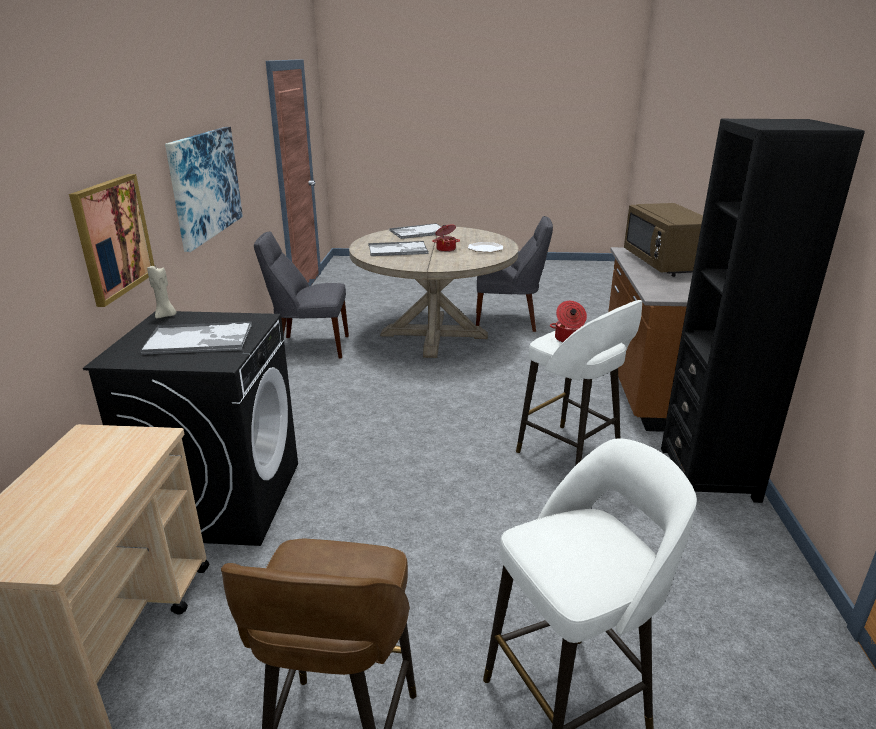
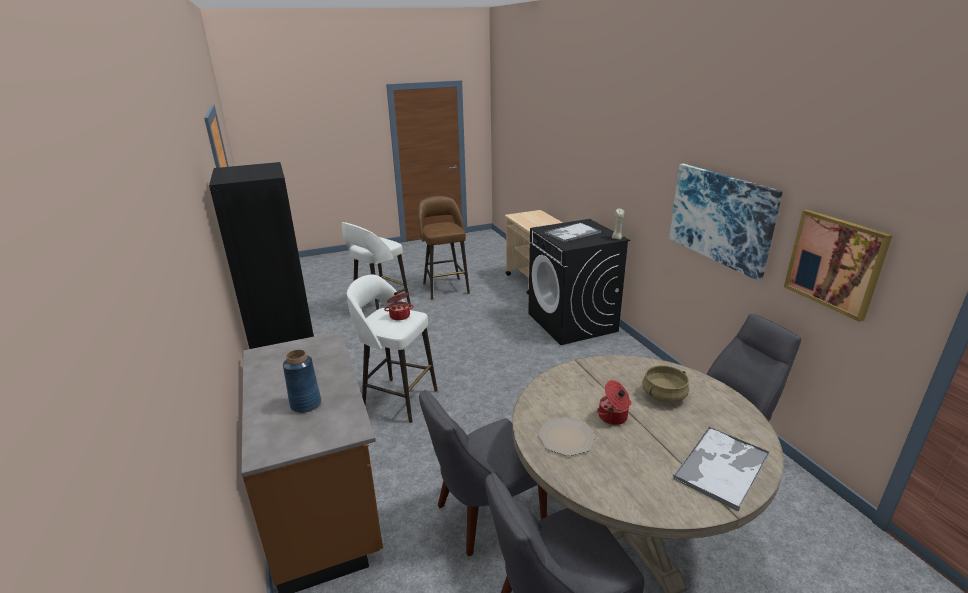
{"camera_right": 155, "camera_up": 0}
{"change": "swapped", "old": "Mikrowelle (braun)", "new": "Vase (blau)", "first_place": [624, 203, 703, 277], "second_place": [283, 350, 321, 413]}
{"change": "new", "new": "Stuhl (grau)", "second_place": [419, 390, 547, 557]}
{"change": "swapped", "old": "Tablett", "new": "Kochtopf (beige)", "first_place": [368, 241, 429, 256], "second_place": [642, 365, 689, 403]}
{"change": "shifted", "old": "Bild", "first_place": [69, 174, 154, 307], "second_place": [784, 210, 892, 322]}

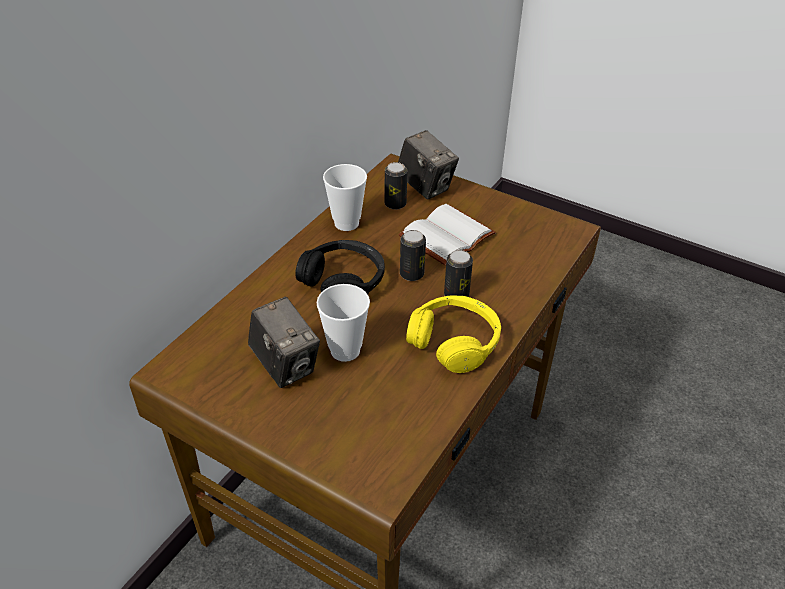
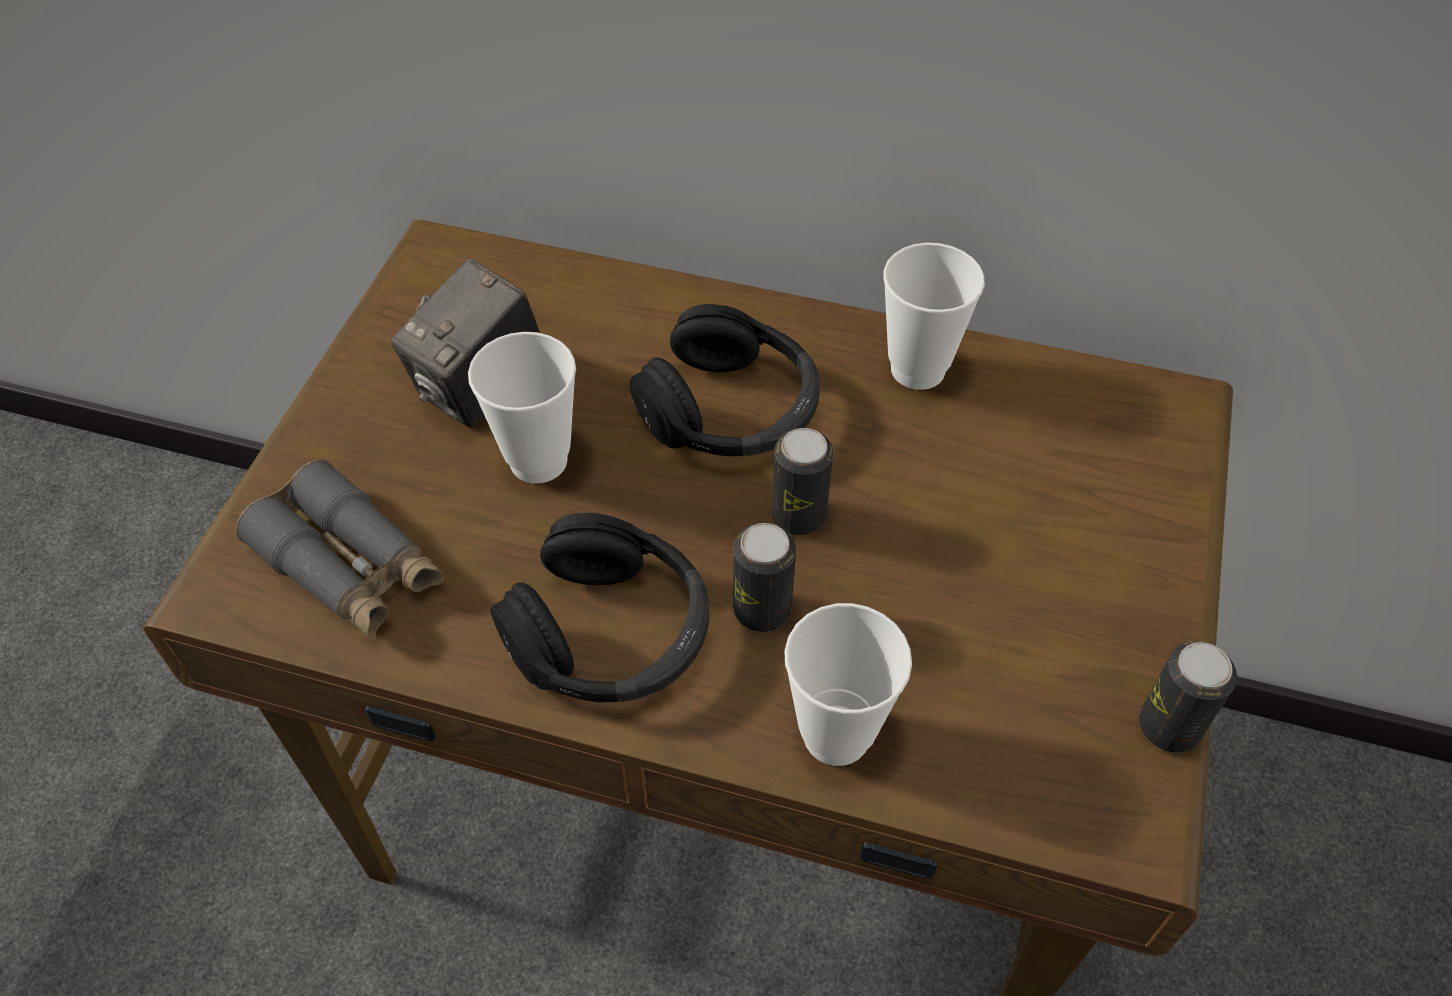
{"camera_right": 75, "camera_up": 10}
{"change": "new", "new": "Fernglas (grau)", "second_place": [236, 460, 444, 639]}
{"change": "repainted", "old": "Kopfhörer (gelb)", "new": "Kopfhörer (schwarz)", "first_place": [406, 295, 501, 373], "second_place": [490, 513, 709, 702]}
{"change": "new", "new": "Tasse", "second_place": [784, 603, 912, 766]}
{"change": "shifted", "old": "Dose", "first_place": [385, 162, 408, 210], "second_place": [1139, 641, 1237, 753]}
{"change": "gone", "old": "Kamera", "first_place": [398, 130, 459, 199]}
{"change": "gone", "old": "Buch (weiß)", "first_place": [399, 204, 496, 266]}

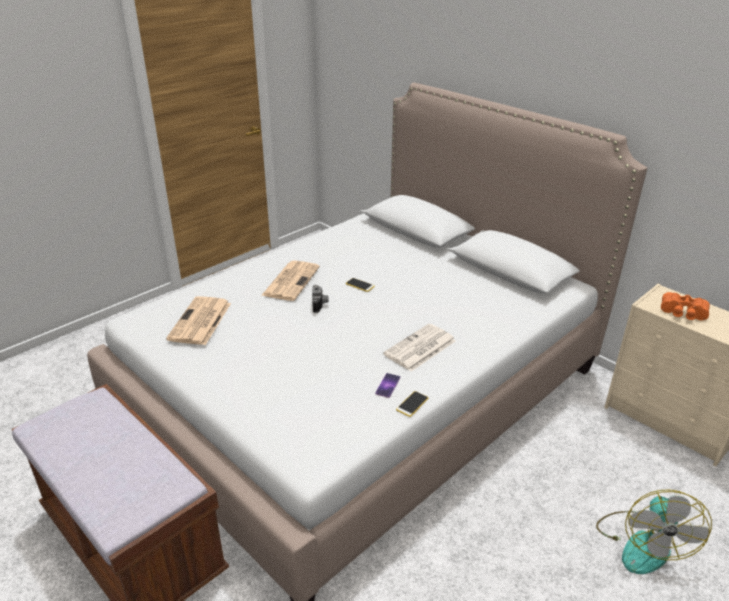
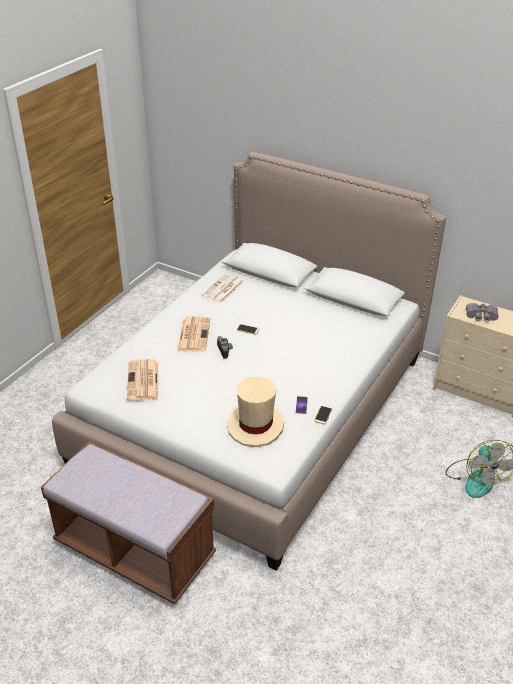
{"camera_right": -15, "camera_up": 5}
{"change": "shifted", "old": "Zeitung", "first_place": [383, 324, 456, 372], "second_place": [202, 274, 244, 303]}
{"change": "new", "new": "Hut (beige)", "second_place": [228, 377, 284, 447]}
{"change": "repainted", "old": "Fernglas (orange)", "new": "Fernglas (grau)", "first_place": [661, 292, 710, 320], "second_place": [466, 303, 499, 322]}

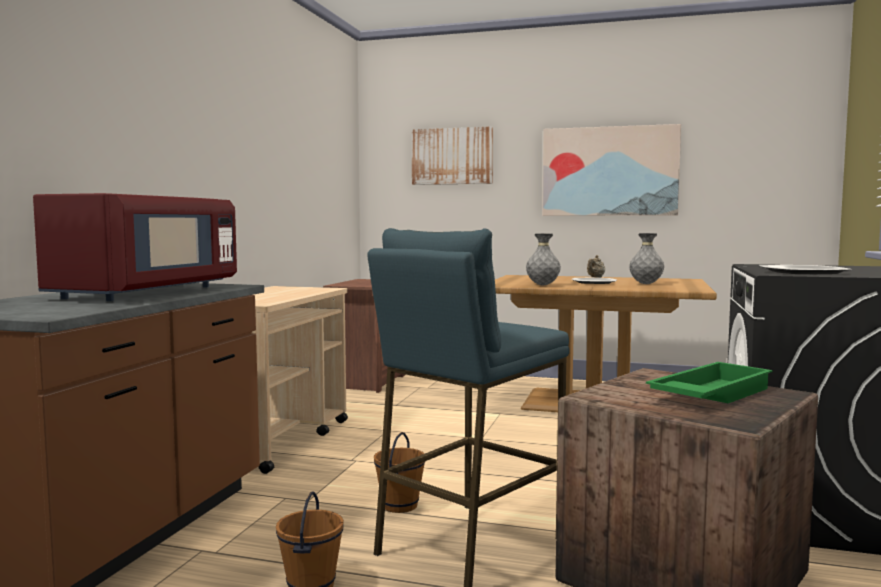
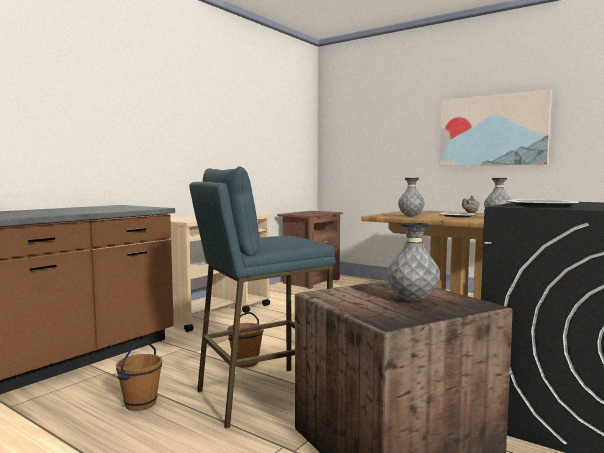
{"camera_right": 20, "camera_up": 0}
{"change": "swapped", "old": "Tablett (grün)", "new": "Vase (grau)", "first_place": [646, 362, 773, 403], "second_place": [387, 223, 440, 301]}
{"change": "gone", "old": "Mikrowelle (rot)", "first_place": [33, 193, 237, 301]}
{"change": "gone", "old": "Bild", "first_place": [412, 126, 493, 185]}

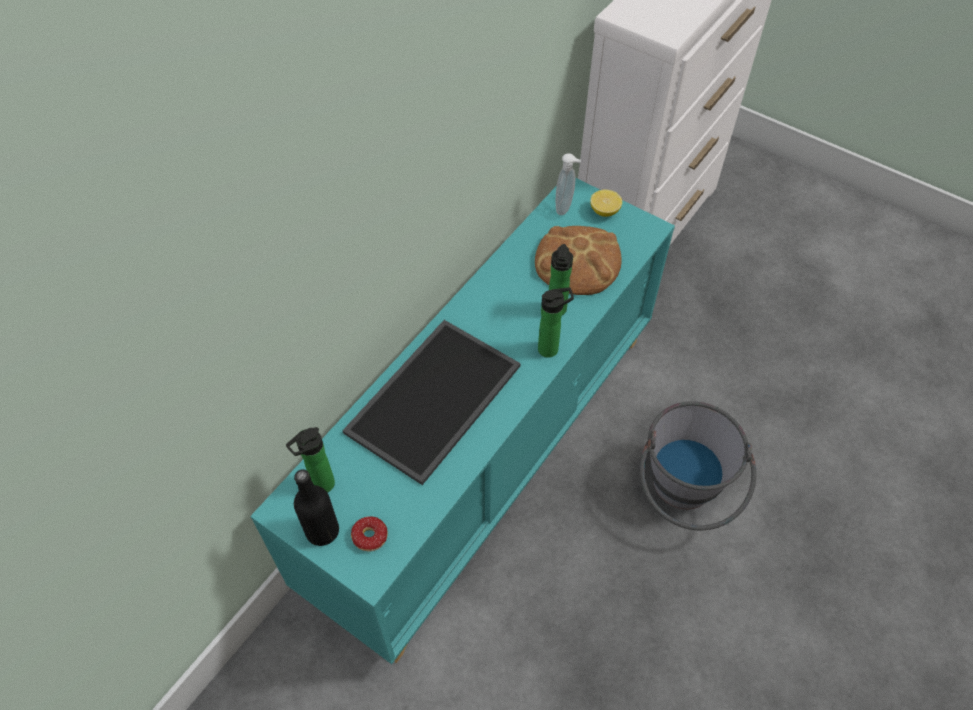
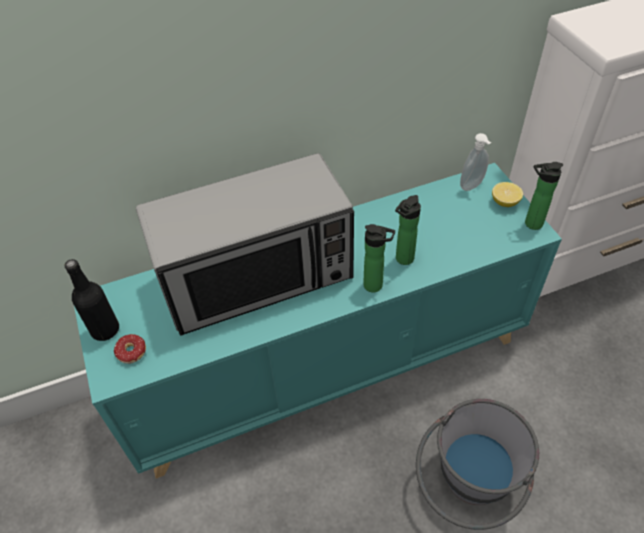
{"camera_right": 35, "camera_up": -5}
{"change": "swapped", "old": "Tablett", "new": "Mikrowelle", "first_place": [342, 320, 521, 485], "second_place": [136, 153, 354, 335]}
{"change": "shifted", "old": "Flasche", "first_place": [286, 427, 335, 493], "second_place": [525, 162, 563, 230]}
{"change": "gone", "old": "Brot", "first_place": [535, 226, 622, 295]}

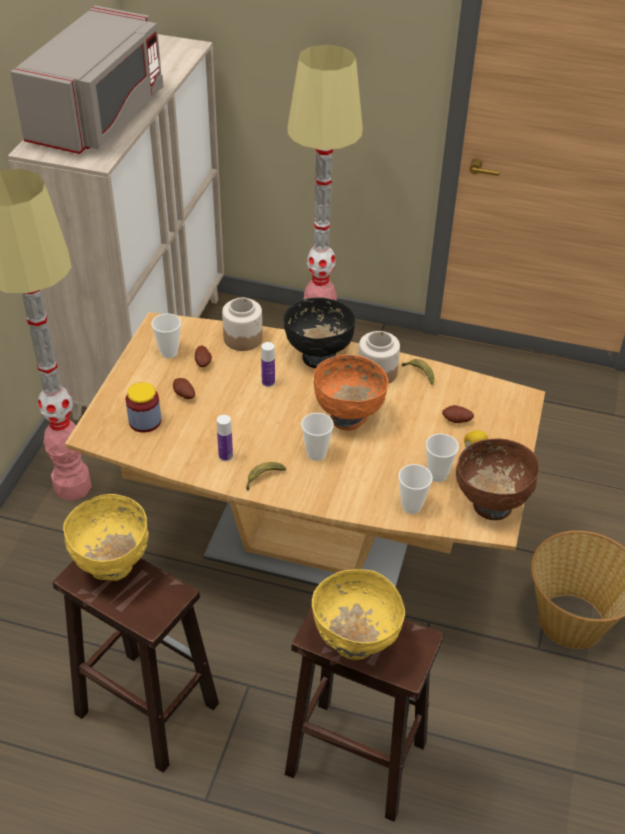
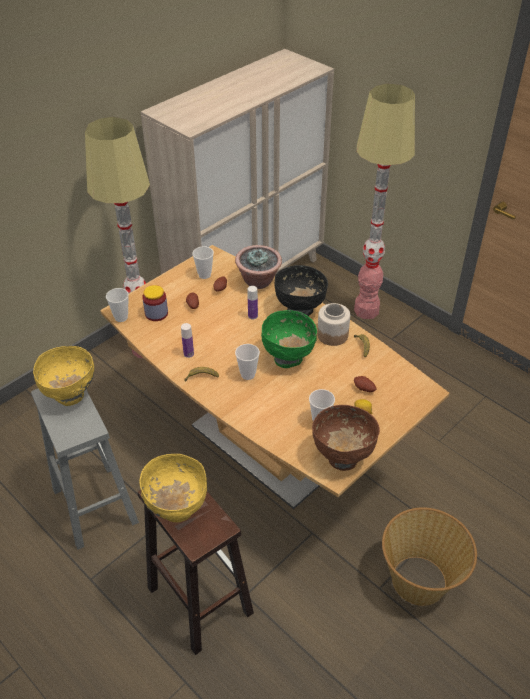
{"camera_right": 30, "camera_up": 0}
{"change": "repainted", "old": "Hocker (braun)", "new": "Hocker (grau)", "first_place": [53, 558, 219, 773], "second_place": [31, 389, 139, 550]}
{"change": "shifted", "old": "Tasse", "first_place": [398, 464, 433, 514], "second_place": [106, 288, 129, 322]}
{"change": "swapped", "old": "Vorratsglas", "new": "Topfpflanze", "first_place": [222, 298, 263, 351], "second_place": [235, 245, 282, 289]}
{"change": "repainted", "old": "Schüssel (orange)", "new": "Schüssel (grün)", "first_place": [313, 355, 389, 431], "second_place": [261, 310, 317, 368]}
{"change": "gone", "old": "Mikrowelle (grau)", "first_place": [11, 6, 164, 154]}

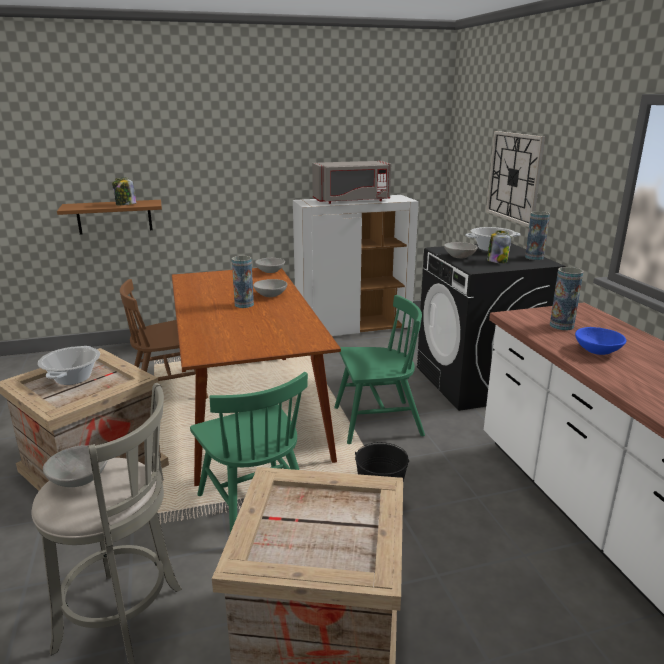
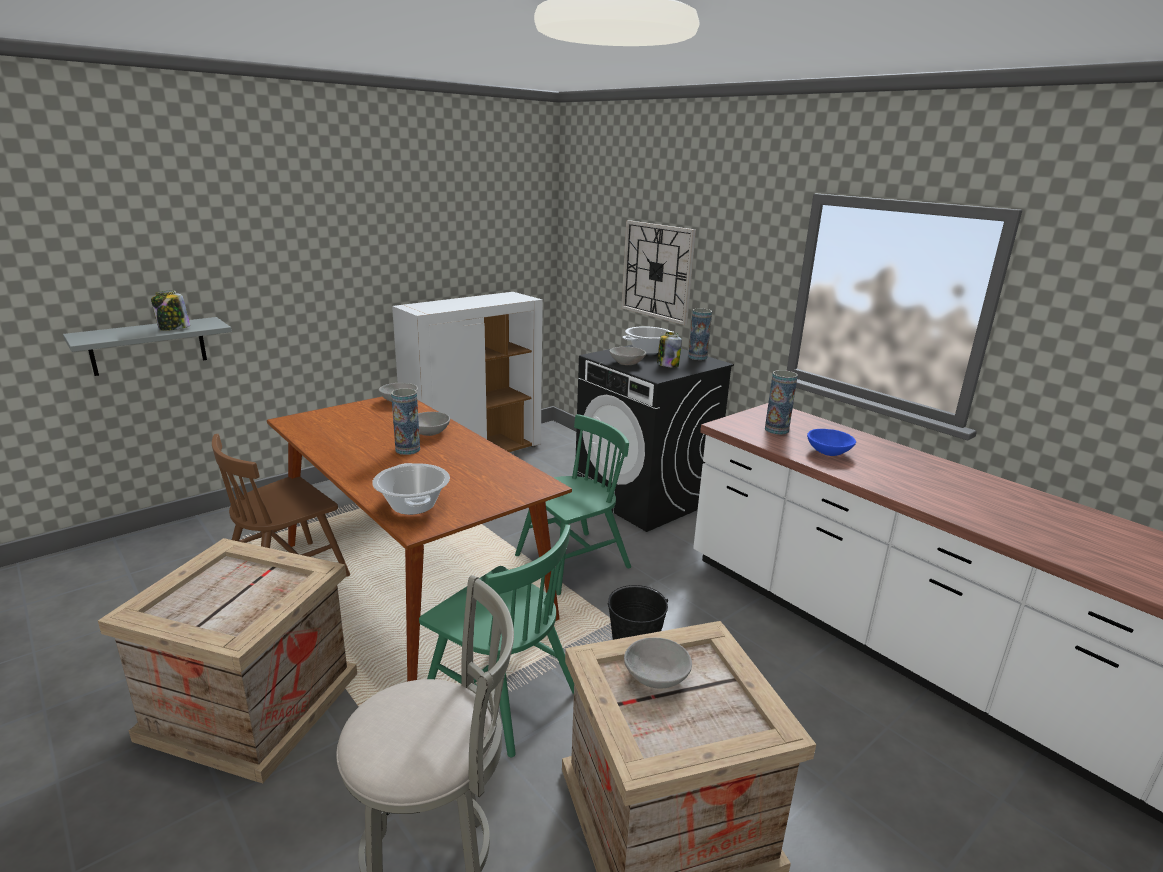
{"camera_right": -25, "camera_up": 0}
{"change": "repainted", "old": "Wandregal (braun)", "new": "Wandregal (grau)", "first_place": [57, 200, 162, 235], "second_place": [63, 317, 232, 376]}
{"change": "shifted", "old": "Kochtopf", "first_place": [38, 346, 100, 385], "second_place": [372, 463, 450, 515]}
{"change": "shifted", "old": "Schüssel (grau)", "first_place": [43, 445, 108, 487], "second_place": [624, 638, 692, 689]}
{"change": "gone", "old": "Mikrowelle (grau)", "first_place": [312, 161, 391, 204]}

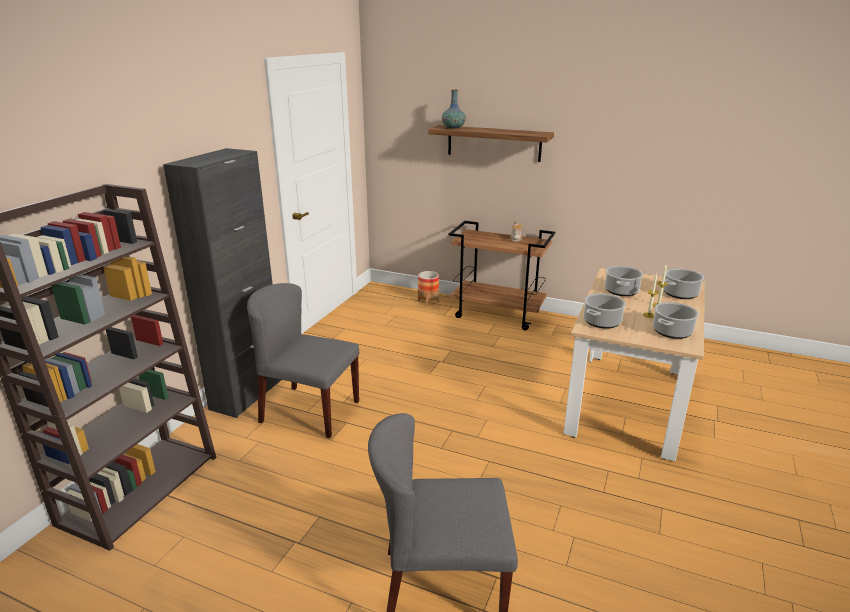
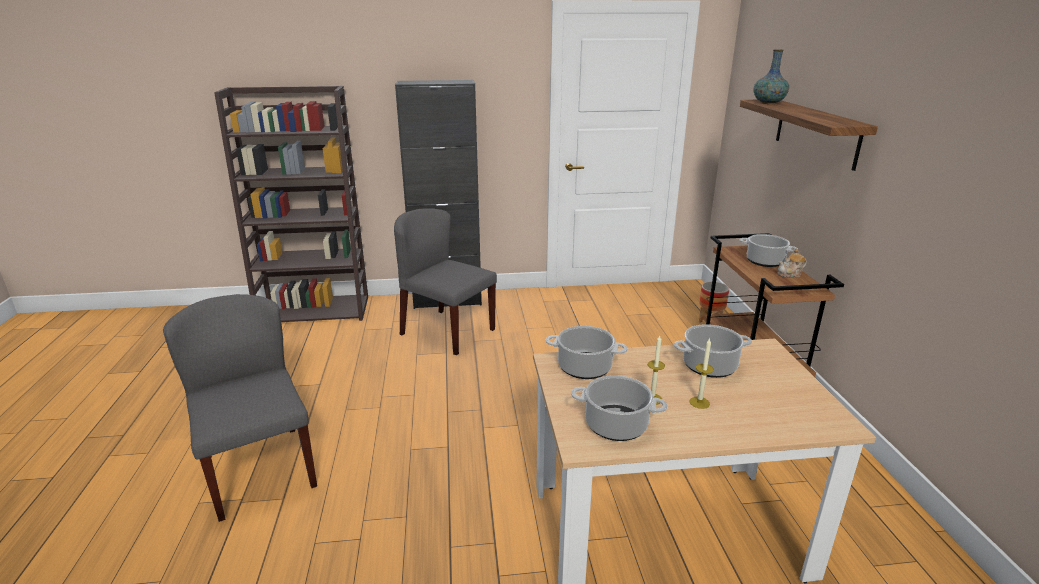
{"camera_right": 60, "camera_up": 0}
{"change": "rotated", "old": "Stuhl (grau)", "first_place": [247, 283, 359, 438], "second_place": [394, 208, 497, 355], "degrees": -45}
{"change": "shifted", "old": "Kochtopf", "first_place": [663, 268, 704, 299], "second_place": [740, 234, 798, 267]}

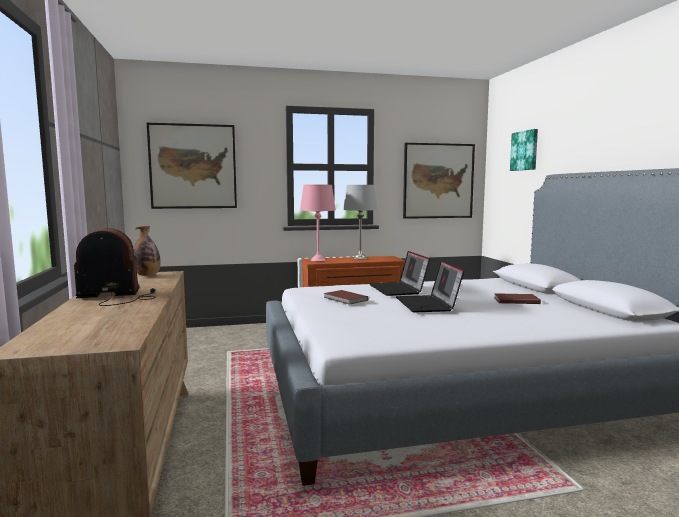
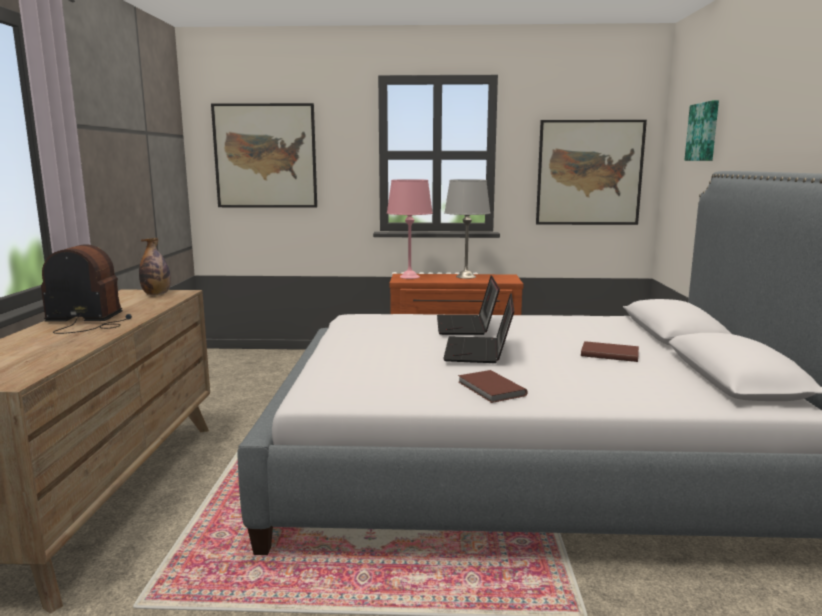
{"camera_right": 15, "camera_up": 5}
{"change": "shifted", "old": "Buch (braun)", "first_place": [324, 290, 368, 305], "second_place": [458, 370, 527, 403]}

